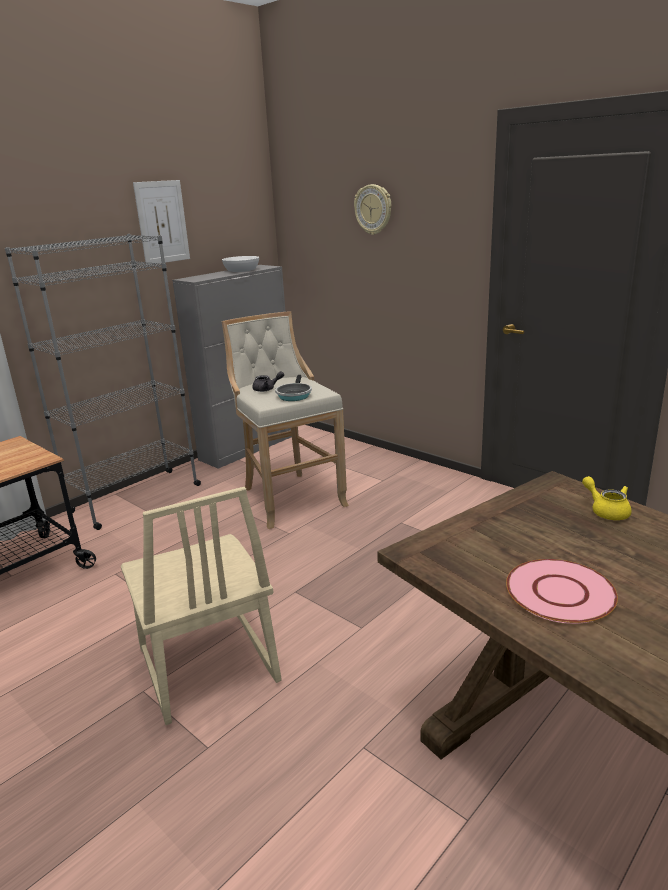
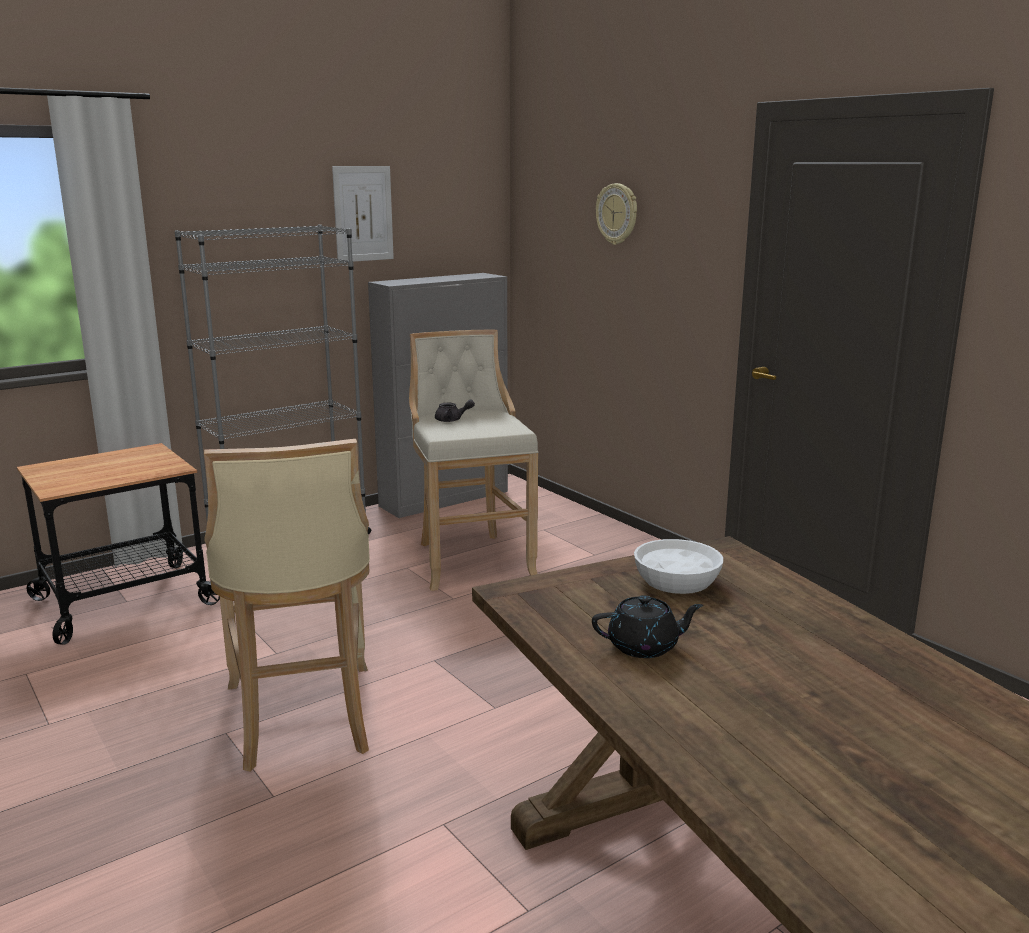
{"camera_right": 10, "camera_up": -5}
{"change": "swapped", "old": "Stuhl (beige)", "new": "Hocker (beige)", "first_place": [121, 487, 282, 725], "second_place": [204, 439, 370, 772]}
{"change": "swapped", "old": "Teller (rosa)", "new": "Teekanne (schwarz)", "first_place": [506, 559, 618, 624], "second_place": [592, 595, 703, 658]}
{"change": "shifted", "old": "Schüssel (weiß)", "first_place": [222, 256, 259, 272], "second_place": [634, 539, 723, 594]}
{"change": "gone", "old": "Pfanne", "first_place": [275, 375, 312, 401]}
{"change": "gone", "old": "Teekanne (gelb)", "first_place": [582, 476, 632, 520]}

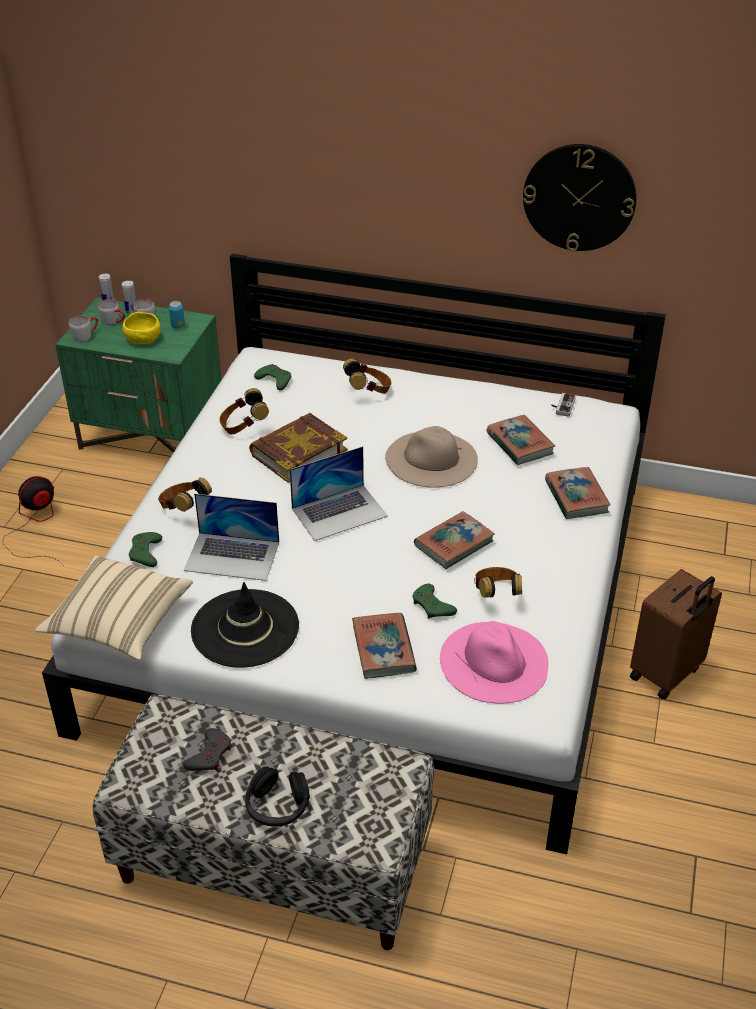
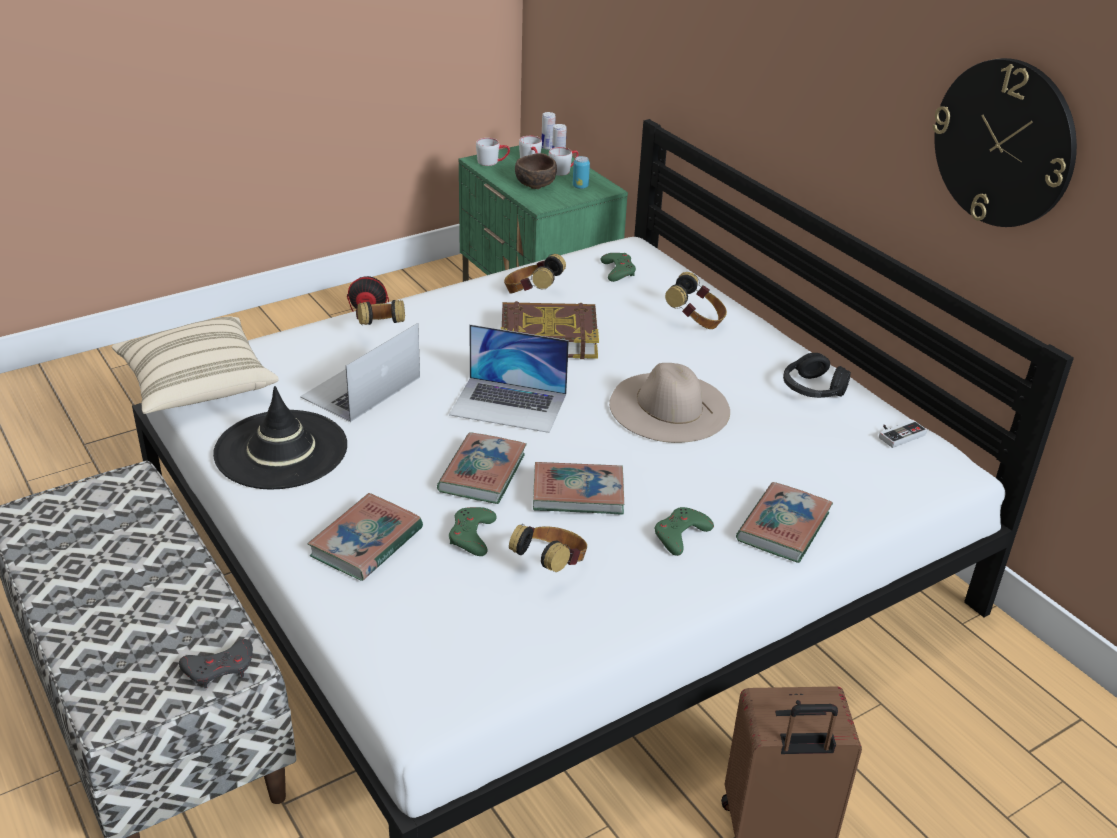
{"camera_right": 40, "camera_up": -5}
{"change": "shifted", "old": "Gamepad (grau)", "first_place": [183, 728, 231, 771], "second_place": [179, 639, 253, 688]}
{"change": "rotated", "old": "Laptop", "first_place": [184, 494, 279, 581], "second_place": [300, 323, 420, 422], "degrees": 75}
{"change": "shifted", "old": "Buch", "first_place": [487, 415, 555, 465], "second_place": [437, 432, 527, 504]}
{"change": "repainted", "old": "Schüssel (gelb)", "new": "Schüssel (braun)", "first_place": [122, 312, 160, 344], "second_place": [515, 153, 557, 189]}
{"change": "shifted", "old": "Gamepad (grün)", "first_place": [129, 532, 162, 567], "second_place": [655, 507, 714, 556]}
{"change": "shifted", "old": "Kopfhörer (schwarz)", "first_place": [245, 766, 310, 827], "second_place": [783, 353, 851, 398]}
{"change": "gone", "old": "Hut (rosa)", "first_place": [440, 621, 549, 704]}

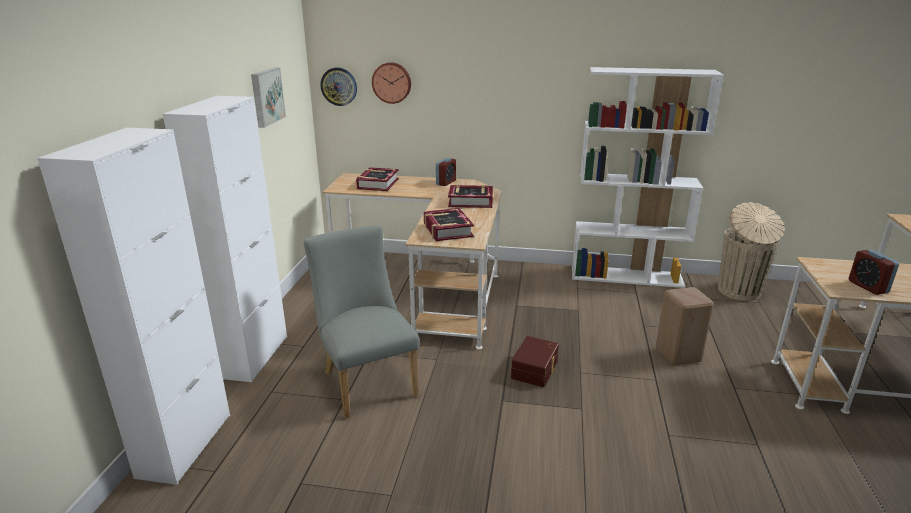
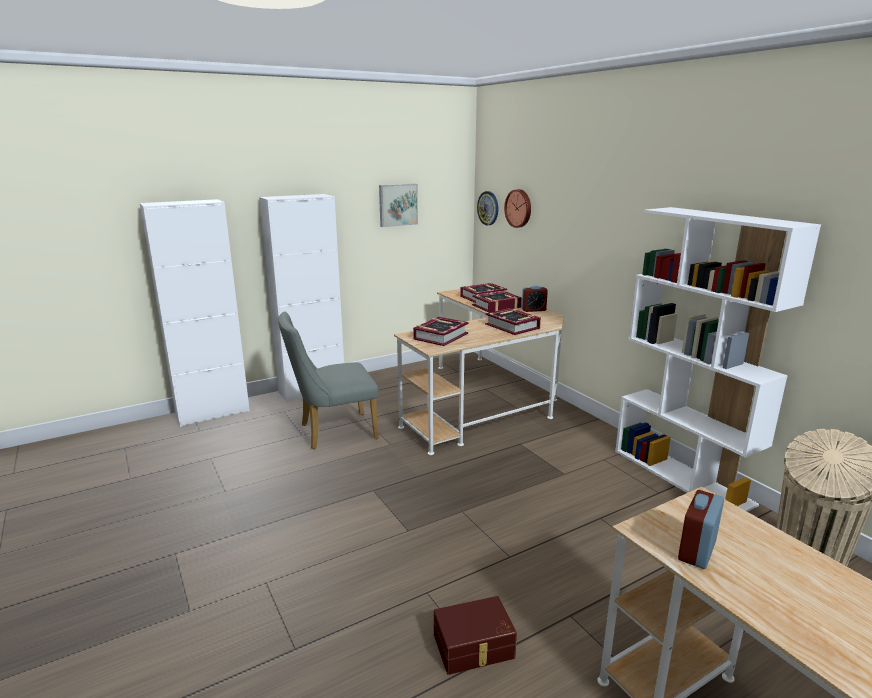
{"camera_right": 50, "camera_up": -5}
{"change": "rotated", "old": "Stuhl (grau)", "first_place": [304, 226, 419, 418], "second_place": [279, 312, 379, 449], "degrees": -135}
{"change": "shifted", "old": "Aufbewahrungsbox (braun)", "first_place": [511, 336, 559, 387], "second_place": [434, 596, 517, 675]}
{"change": "new", "new": "Buch", "second_place": [472, 291, 522, 313]}
{"change": "gone", "old": "Hocker (beige)", "first_place": [656, 287, 714, 366]}

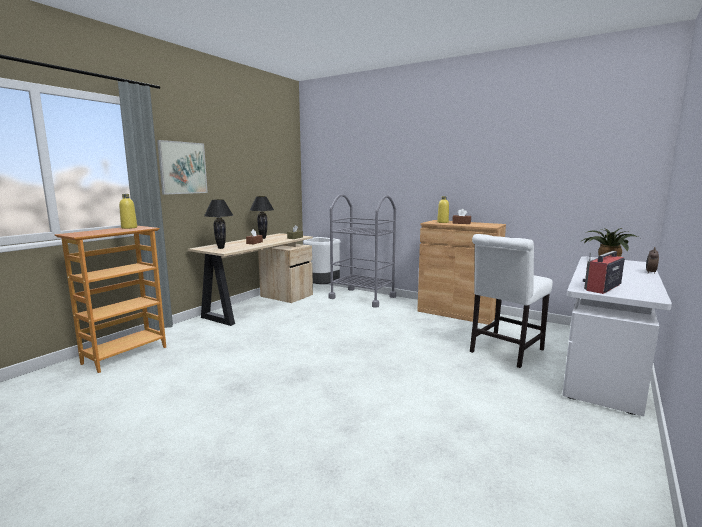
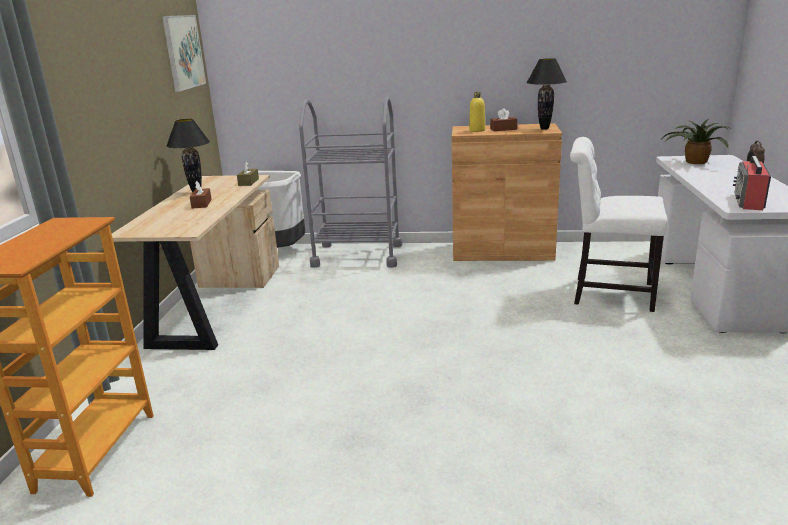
{"camera_right": -25, "camera_up": 10}
{"change": "shifted", "old": "Bild", "first_place": [157, 140, 208, 195], "second_place": [162, 15, 206, 92]}
{"change": "shifted", "old": "Tischlampe (schwarz)", "first_place": [204, 199, 233, 249], "second_place": [526, 58, 567, 130]}
{"change": "rotated", "old": "Stuhl (weiß)", "first_place": [470, 234, 553, 368], "second_place": [570, 137, 668, 312], "degrees": 90}
{"change": "gone", "old": "Flasche (gelb)", "first_place": [119, 194, 137, 229]}

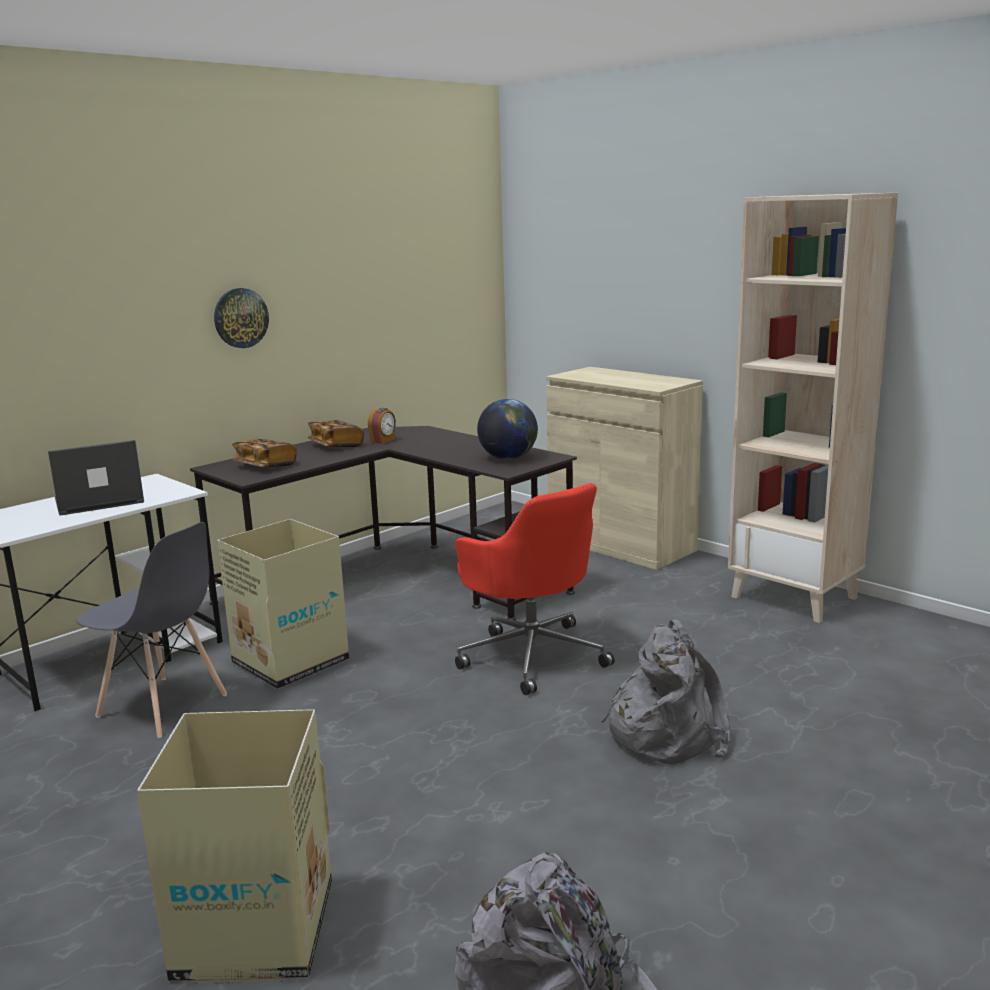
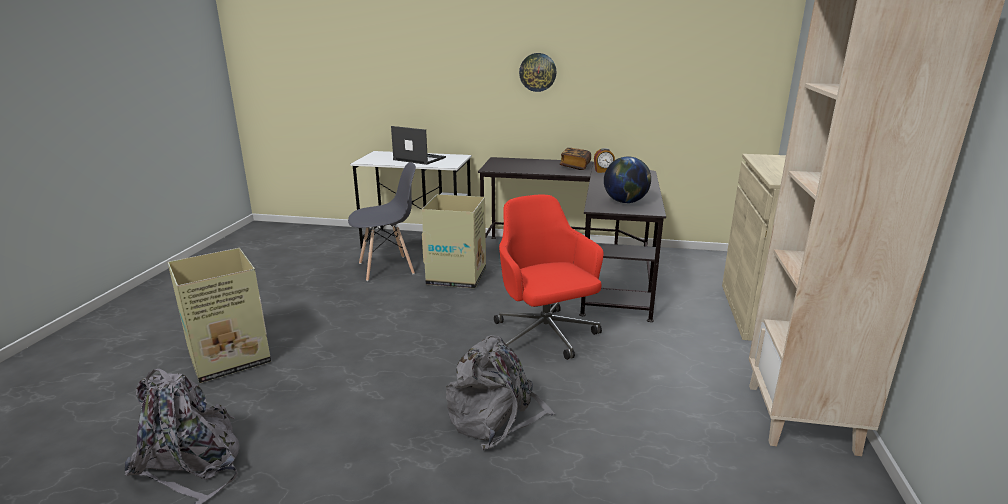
{"camera_right": 55, "camera_up": 5}
{"change": "rotated", "old": "Stuhl (grau)", "first_place": [76, 522, 227, 738], "second_place": [348, 162, 416, 281], "degrees": -105}
{"change": "rotated", "old": "Bürostuhl (rot)", "first_place": [455, 483, 615, 695], "second_place": [494, 194, 603, 360], "degrees": 135}
{"change": "gone", "old": "Buch", "first_place": [232, 439, 296, 468]}

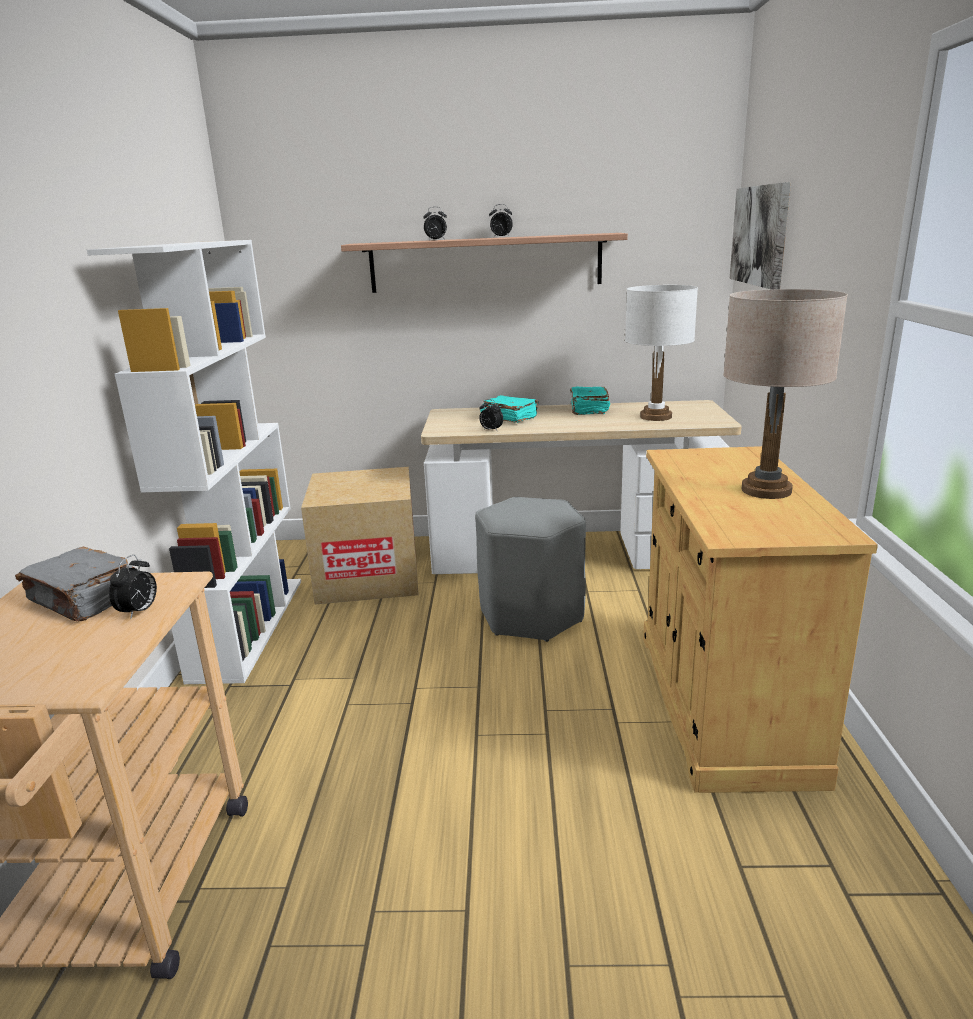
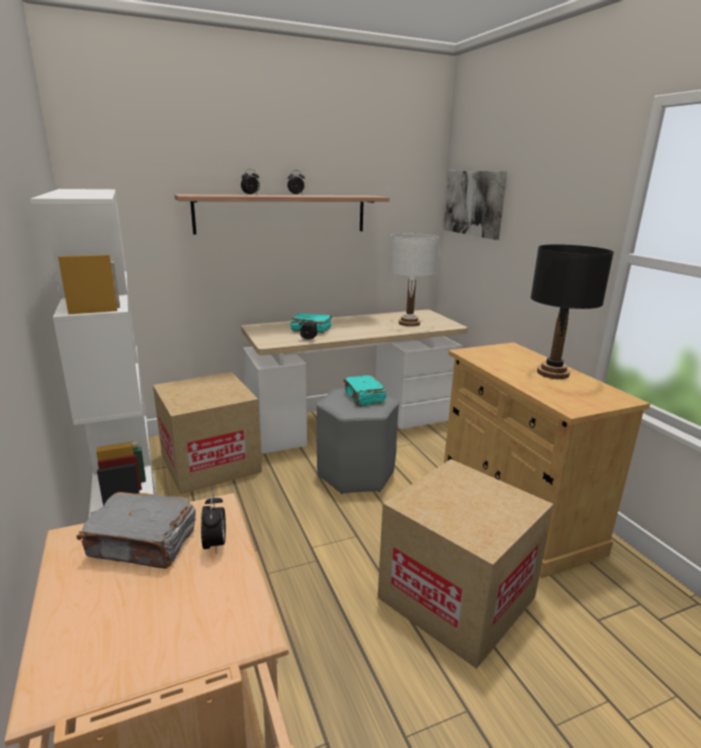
{"camera_right": -25, "camera_up": 0}
{"change": "shifted", "old": "Buch (türkis)", "first_place": [570, 387, 610, 415], "second_place": [343, 375, 387, 406]}
{"change": "new", "new": "Karton", "second_place": [378, 459, 554, 669]}
{"change": "repainted", "old": "Tischlampe (beige)", "new": "Tischlampe (schwarz)", "first_place": [723, 289, 848, 499], "second_place": [531, 244, 614, 379]}

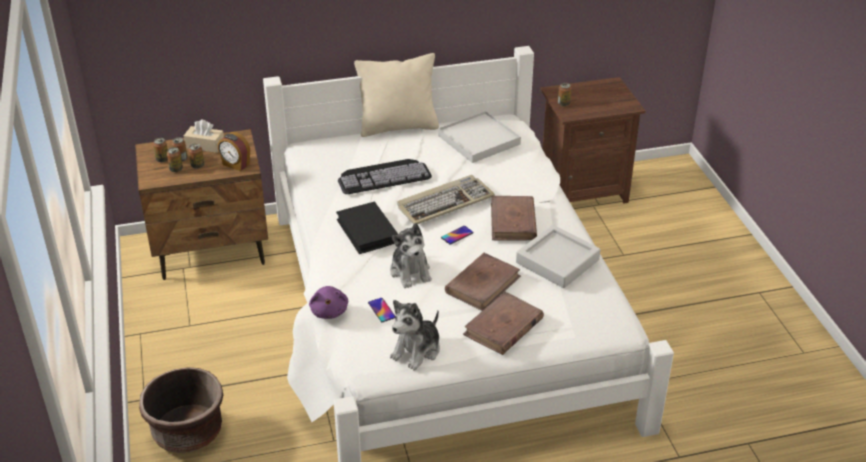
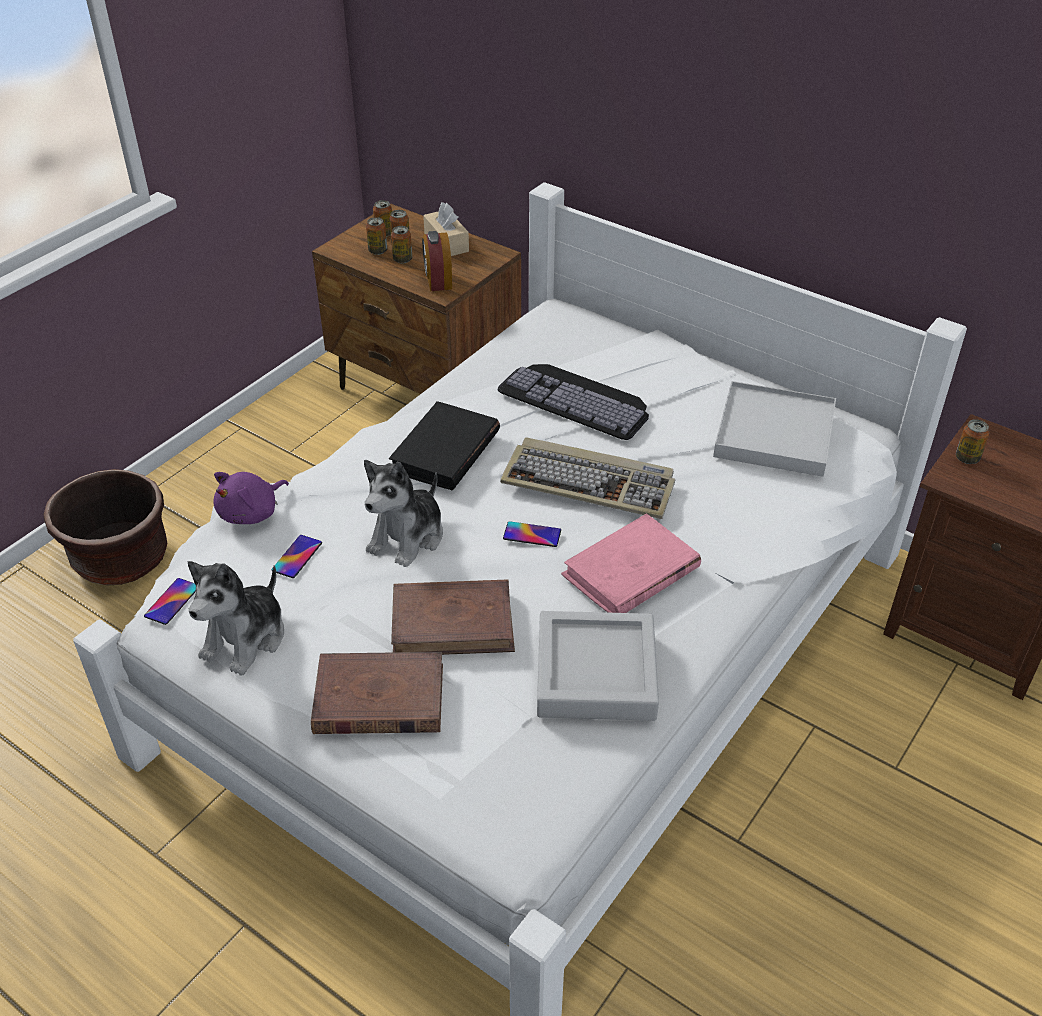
{"camera_right": 50, "camera_up": 5}
{"change": "new", "new": "Handy", "second_place": [144, 578, 196, 625]}
{"change": "rotated", "old": "Plüschtier", "first_place": [390, 300, 440, 370], "second_place": [188, 561, 284, 676], "degrees": -60}
{"change": "repainted", "old": "Buch (braun)", "new": "Buch (rosa)", "first_place": [491, 196, 537, 241], "second_place": [561, 514, 701, 613]}
{"change": "gone", "old": "Kissen (beige)", "first_place": [354, 53, 439, 137]}

